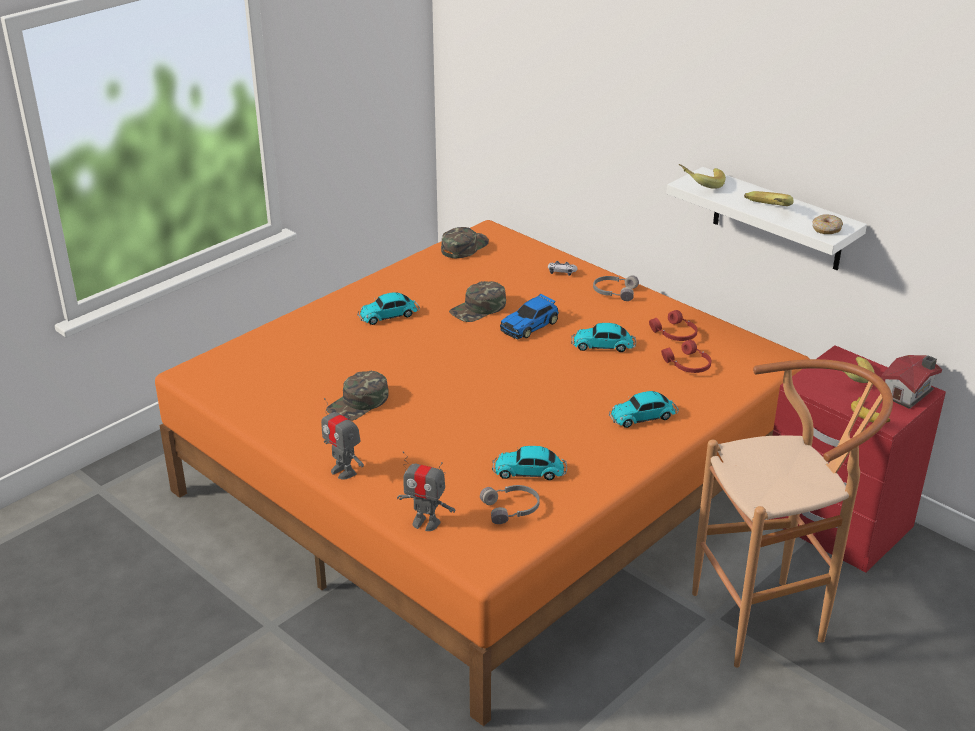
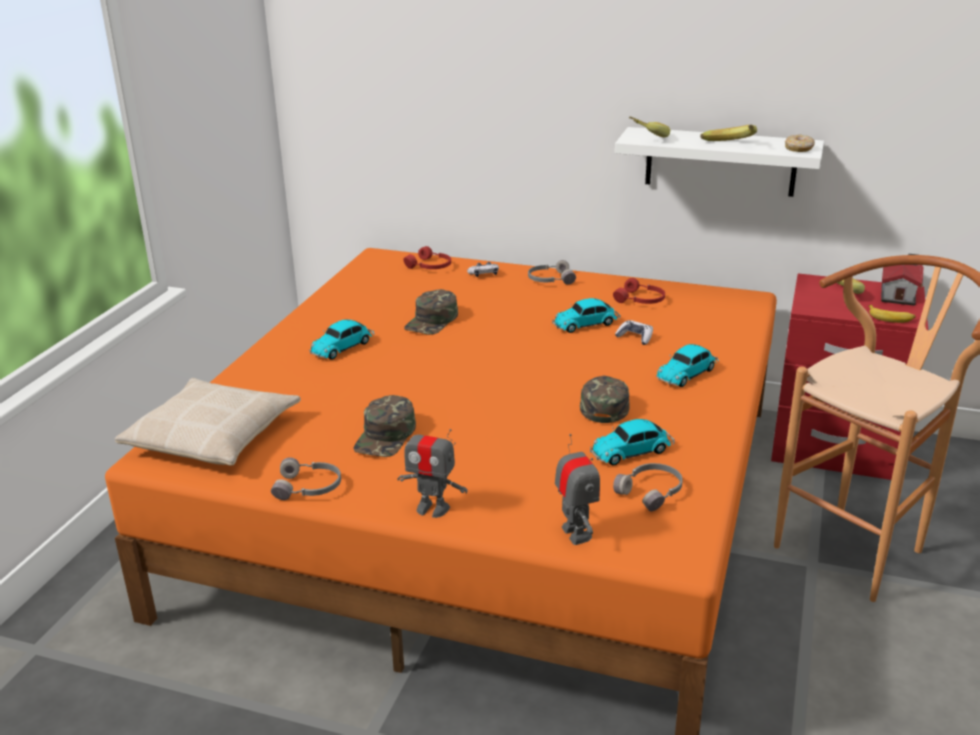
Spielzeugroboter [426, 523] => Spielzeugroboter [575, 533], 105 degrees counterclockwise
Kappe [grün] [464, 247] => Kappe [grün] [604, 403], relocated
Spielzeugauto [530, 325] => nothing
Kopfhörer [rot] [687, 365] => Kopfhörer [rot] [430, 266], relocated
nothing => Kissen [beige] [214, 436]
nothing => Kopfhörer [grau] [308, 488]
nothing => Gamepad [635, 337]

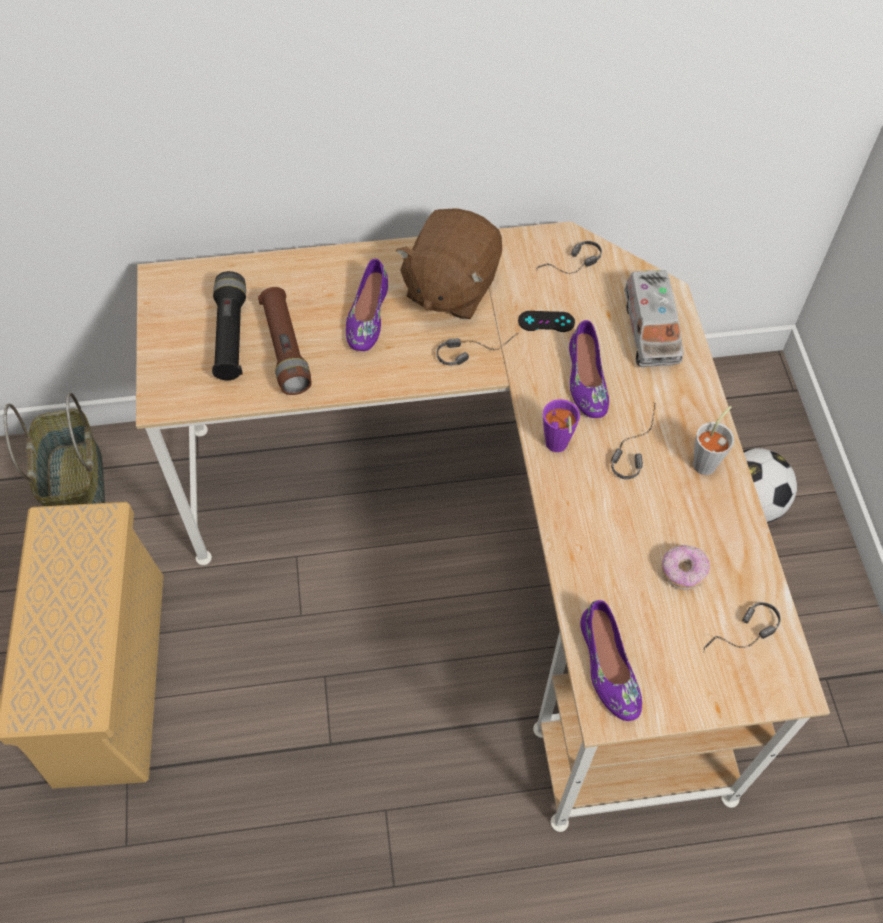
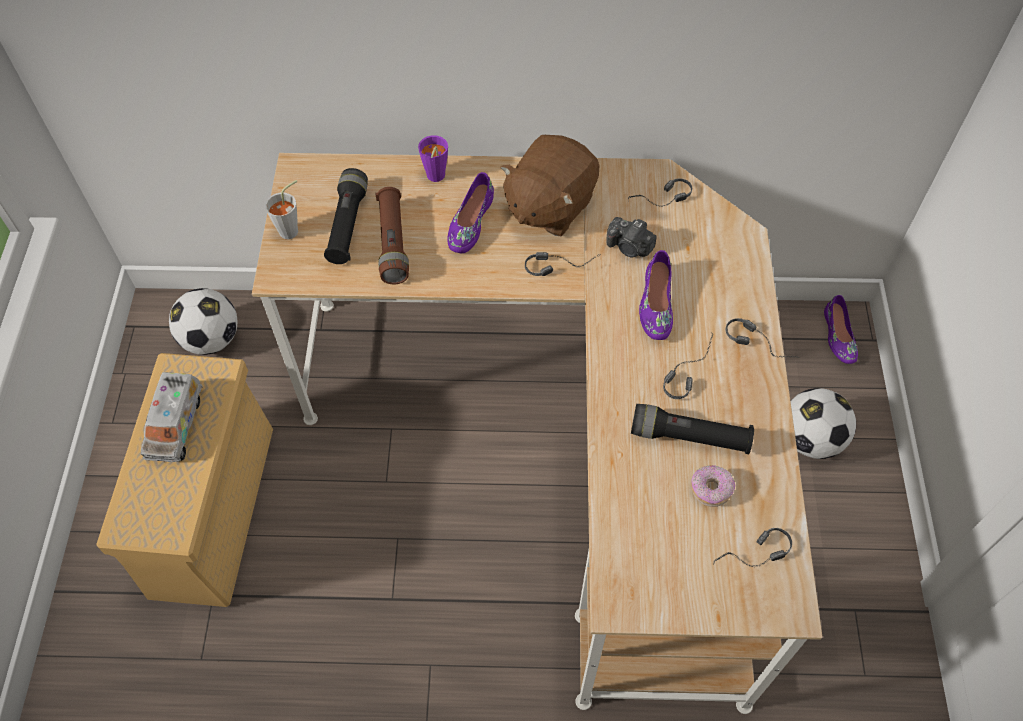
Korb [75, 484] => Fußball [211, 339]
Gamepad [schwarz] [546, 322] => Kamera [629, 247]
Tasse [lila] [556, 447] => Tasse [lila] [434, 178], relocated
Schuh [lila] [607, 667] => Schuh [lila] [838, 336], relocated
Spielzeuglaster [650, 330] => Spielzeuglaster [175, 425], relocated
Tasse [grau] [707, 461] => Tasse [grau] [292, 229], relocated
nothing => Taschenlampe [schwarz] [689, 437]
nothing => Kopfhörer [762, 343]

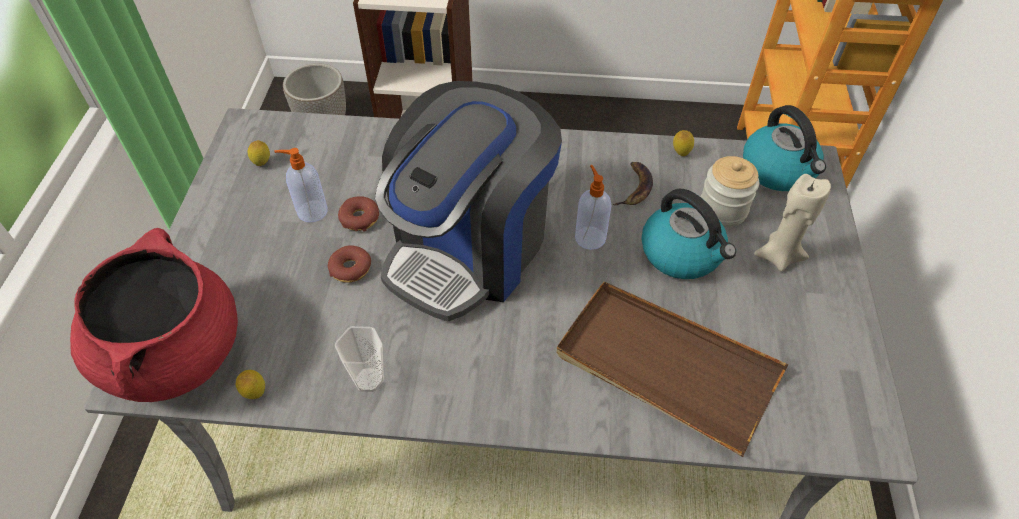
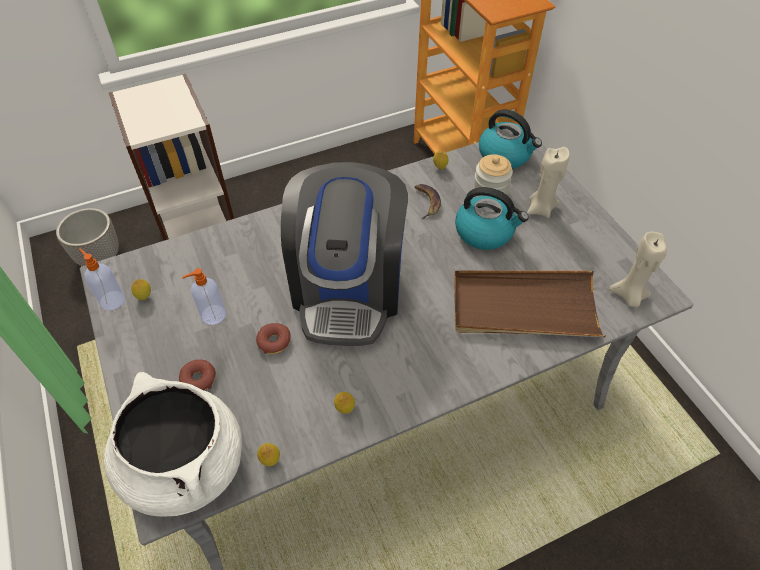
Kochtopf [rot] [175, 353] => Kochtopf [weiß] [185, 465]
Tasse [369, 379] => Zitrone [345, 409]
Donut [359, 218] => Donut [198, 379], relocated
Seifenspender [589, 237] => Seifenspender [111, 300], relocated
nothing => Kerze [beige] [629, 296]

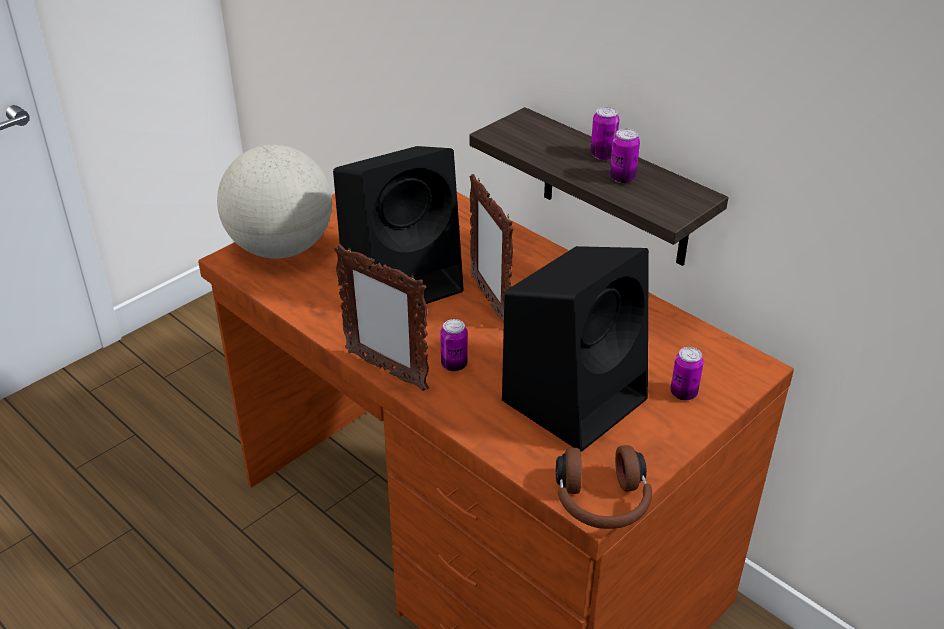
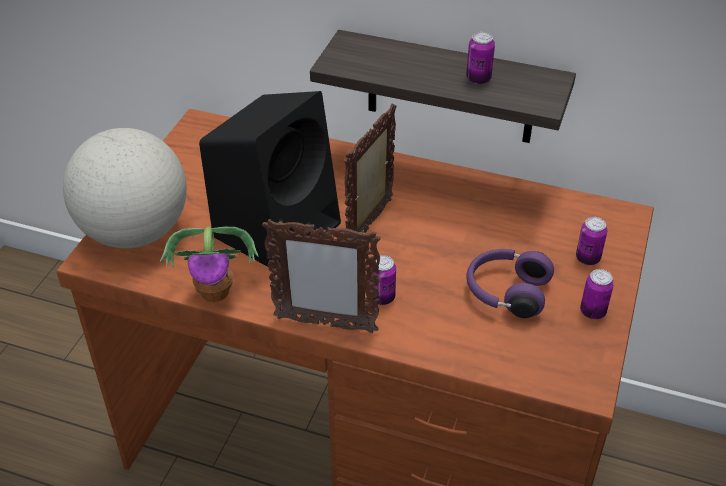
Bilderrahmen [489, 301] => Bilderrahmen [371, 225], 75 degrees clockwise
Lautsprecher [schwarz] [576, 397] => Kopfhörer [lila] [506, 292]
Kopfhörer [braun] [602, 504] => nothing
Dose [602, 155] => Dose [592, 312], relocated
nothing => Topfpflanze [216, 291]

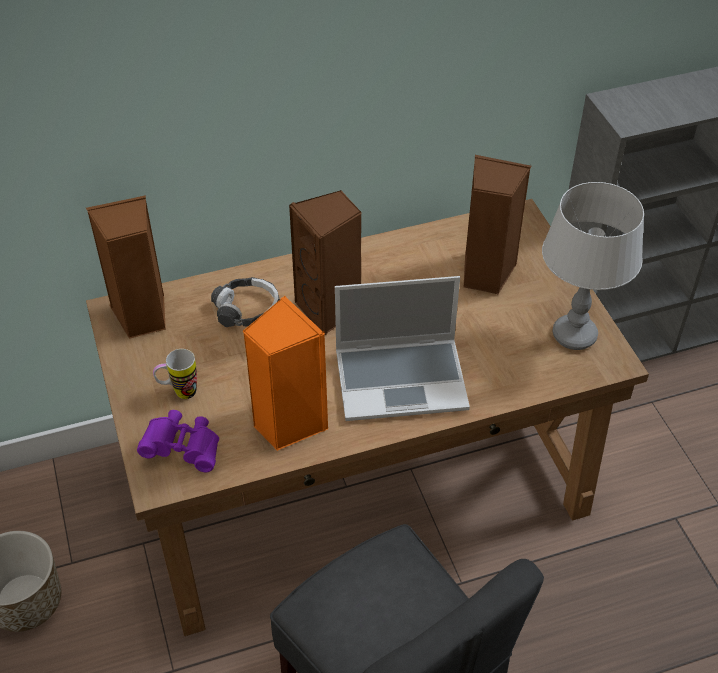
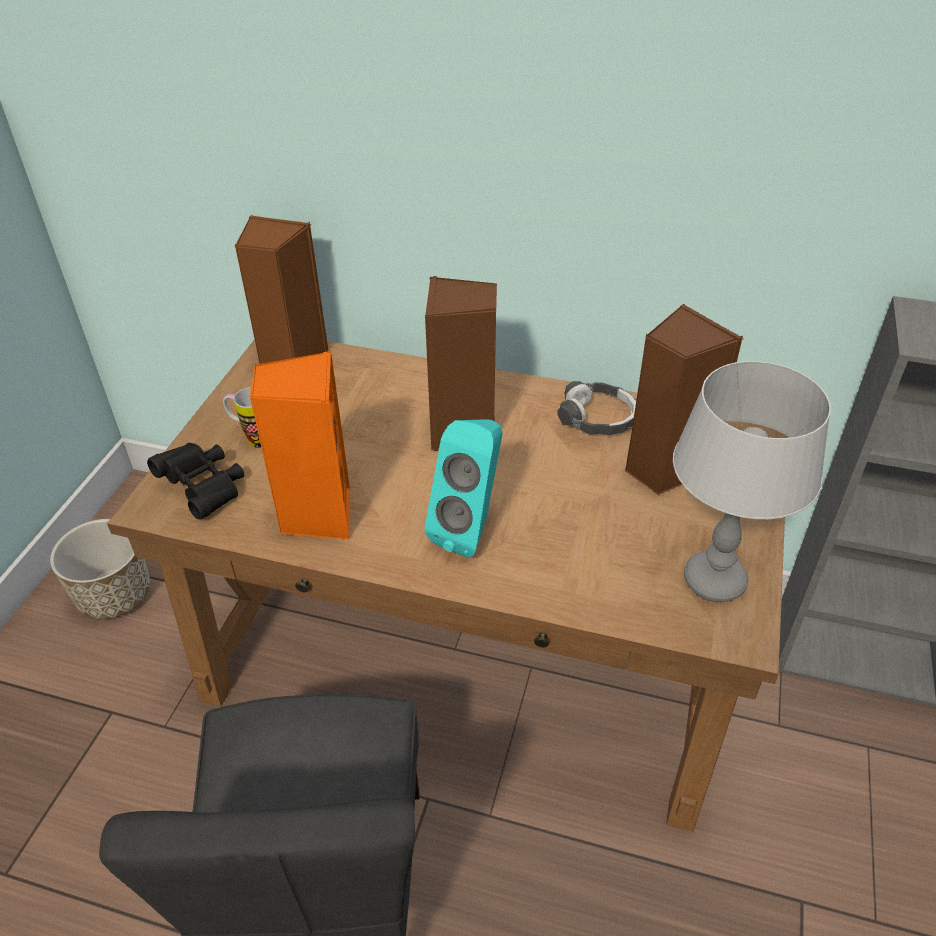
Fernglas [lila] [184, 449] => Fernglas [schwarz] [204, 489]
Kopfhörer [247, 309] => Kopfhörer [597, 418], relocated
Laptop [402, 379] => Lautsprecher [türkis] [470, 530]

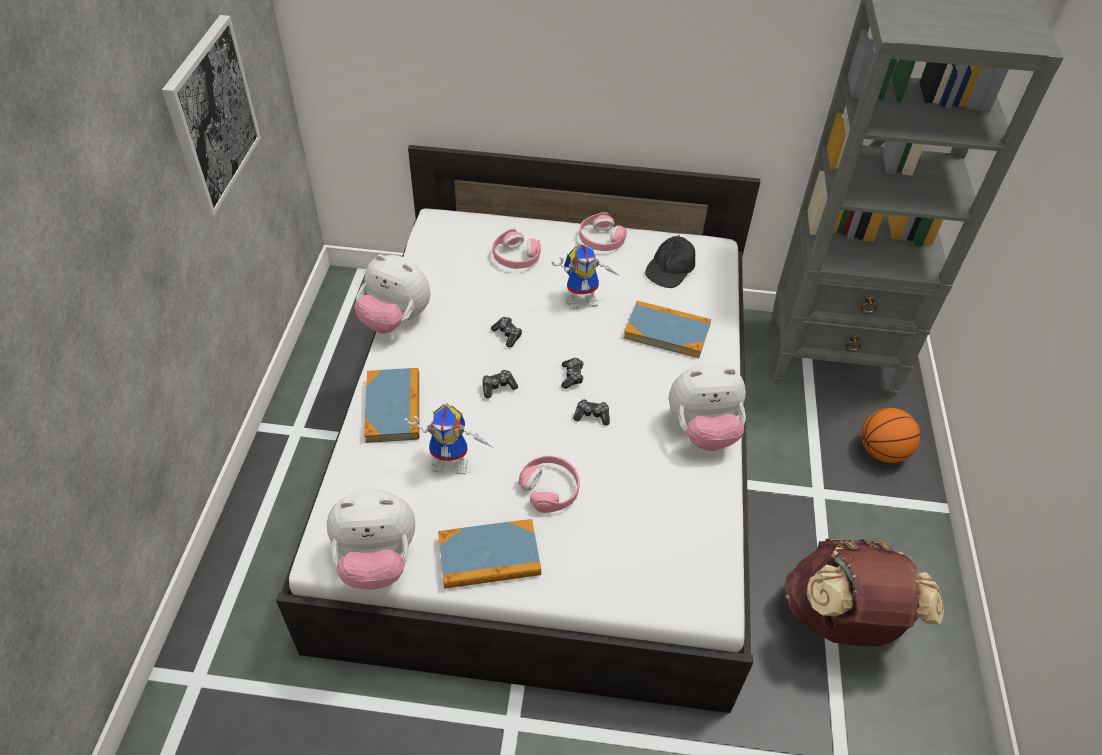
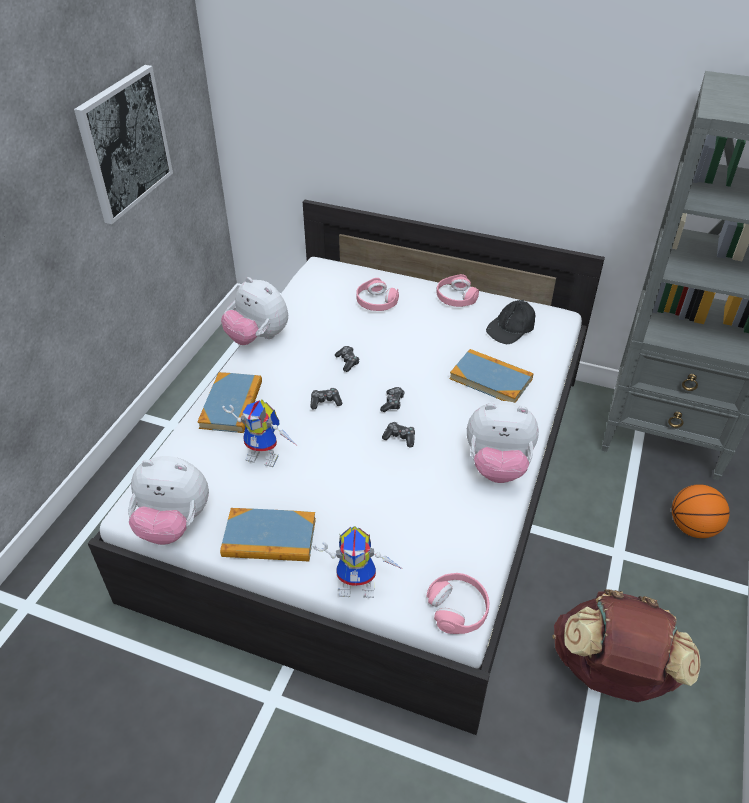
Kopfhörer [rosa] [550, 488] => Kopfhörer [rosa] [458, 608], relocated
Spielzeugroboter [583, 299] => Spielzeugroboter [360, 584], relocated

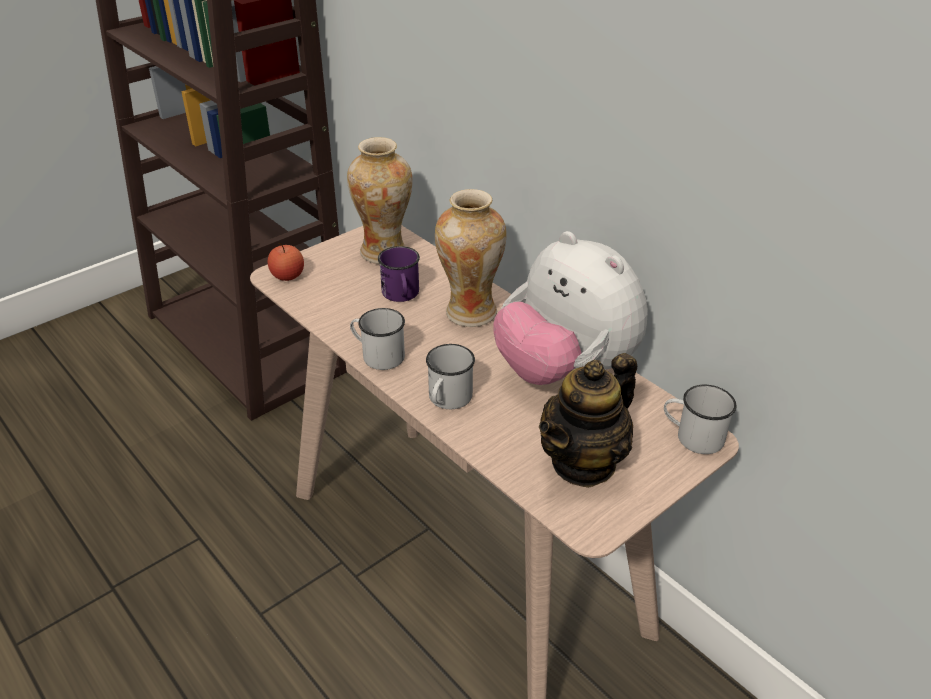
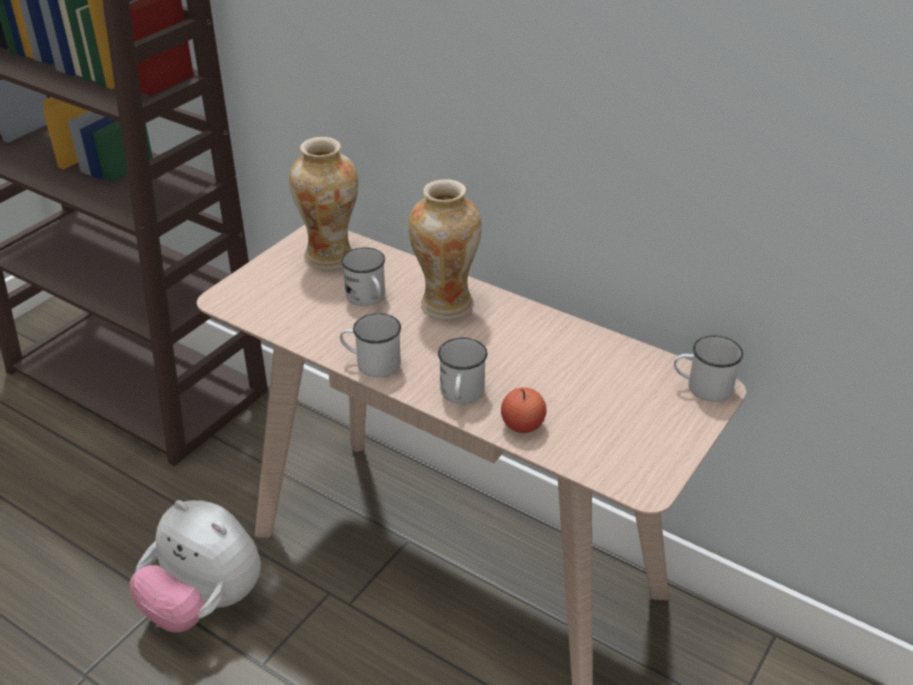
Apfel [287, 276] => Apfel [522, 425], relocated
Henkelbecher [lila] [401, 295] => Henkelbecher [weiß] [368, 298]
Plüschtier [565, 370] => Plüschtier [204, 603], relocated
Teekanne [584, 462] => nothing

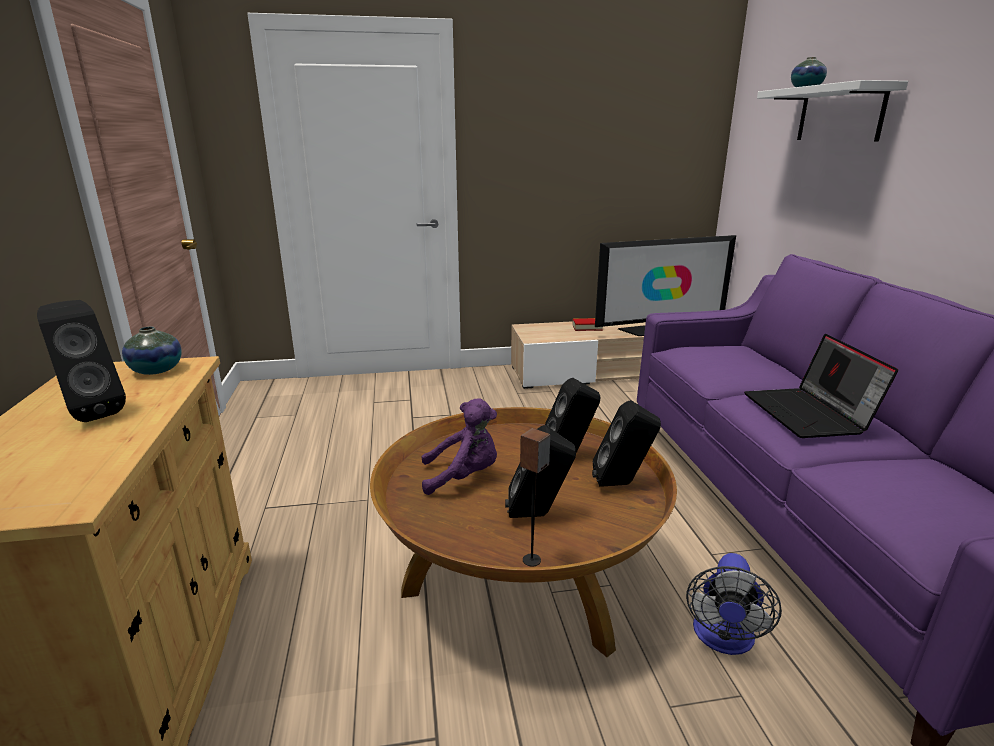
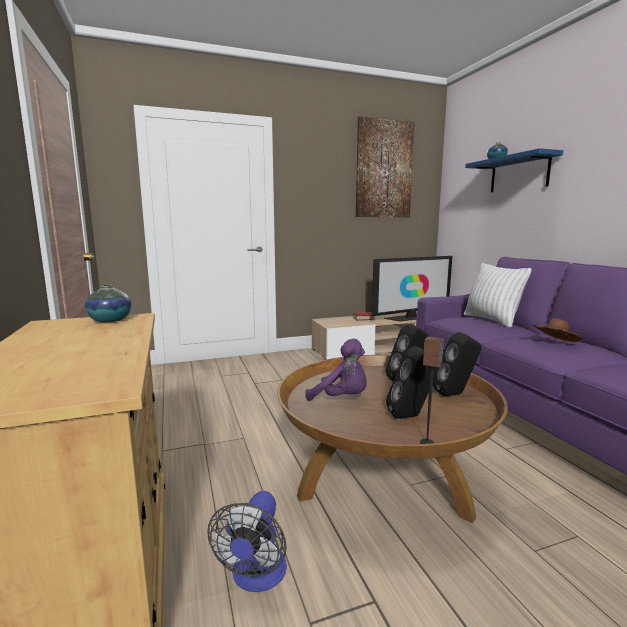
Lautsprecher [schwarz] [92, 412] => nothing
Plüschtier [lila] [463, 476] => Plüschtier [lila] [342, 398], 45 degrees clockwise
Ventilator [723, 639] => Ventilator [256, 577], relocated
Laptop [809, 414] => Hut [braun] [554, 344]
Wandregal [weiß] [840, 114] => Wandregal [blau] [519, 174]
nothing => Bild [384, 169]
nothing => Kissen [weiß] [492, 320]

